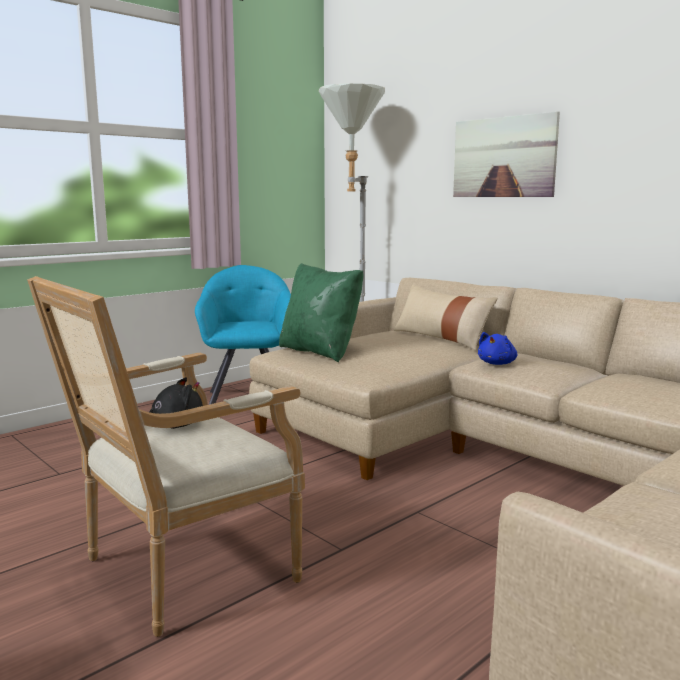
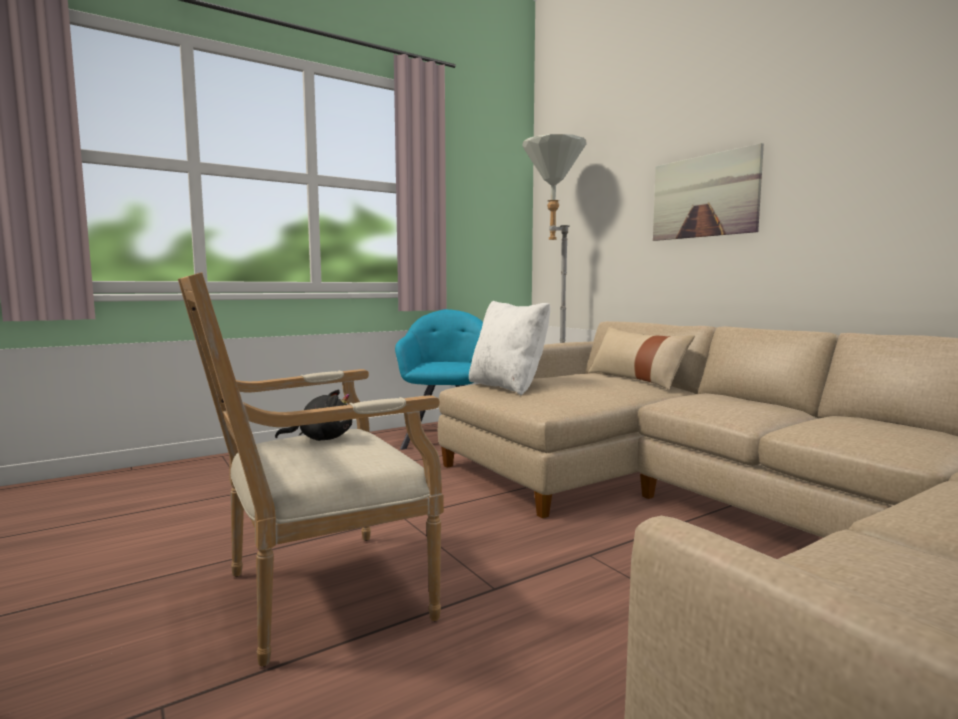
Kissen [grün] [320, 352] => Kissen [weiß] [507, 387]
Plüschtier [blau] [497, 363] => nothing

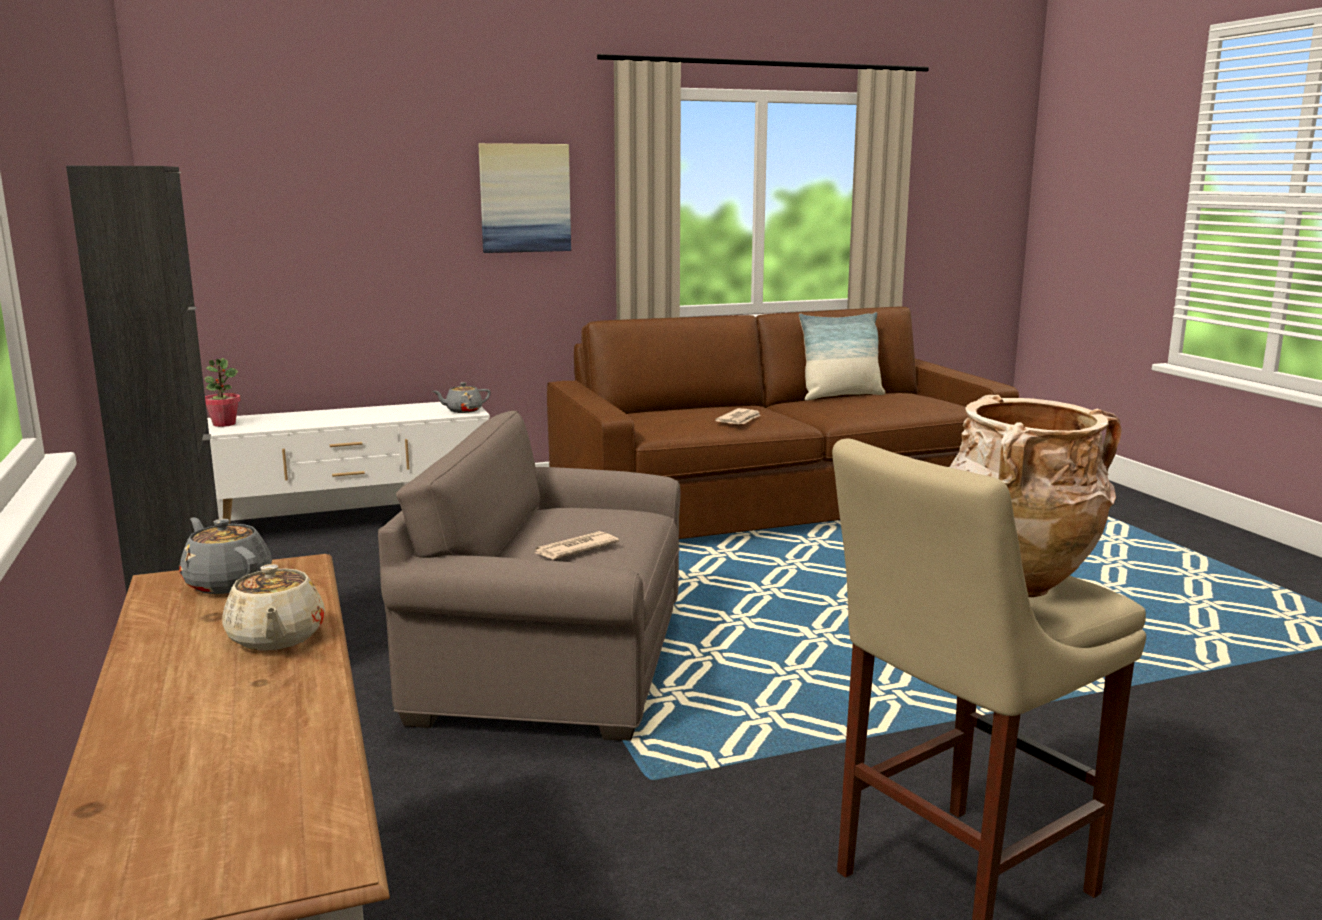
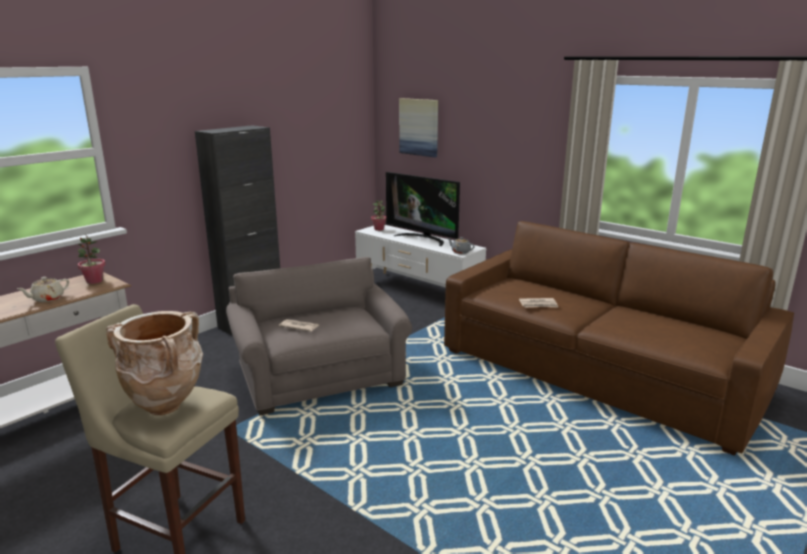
Teekanne [grau] [227, 583] => Topfpflanze [94, 281]
Bild [525, 198] => Bild [419, 127], relocated
Kissen [841, 396] => nothing
nothing => Fernseher [423, 238]

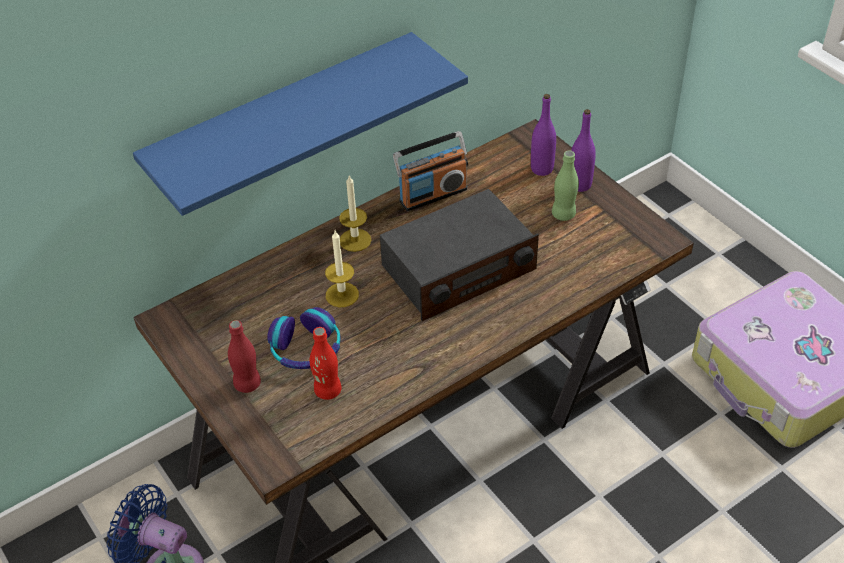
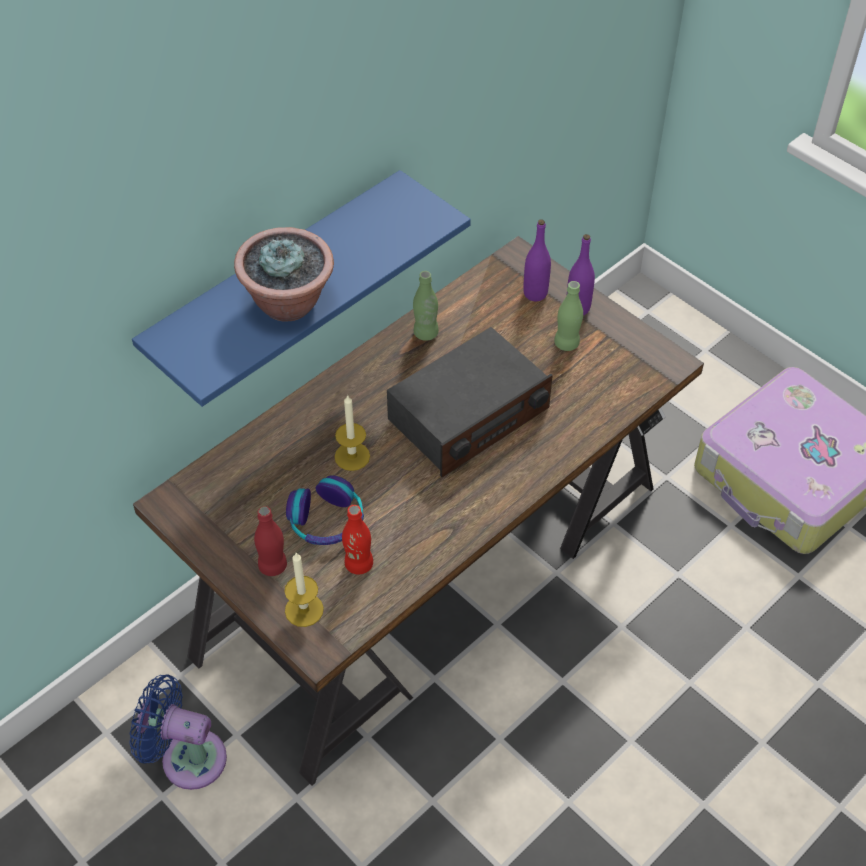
Kerze [355, 240] => Kerze [304, 610], relocated
Radio [432, 195] => Flasche [grün] [425, 333]
nothing => Topfpflanze [289, 303]

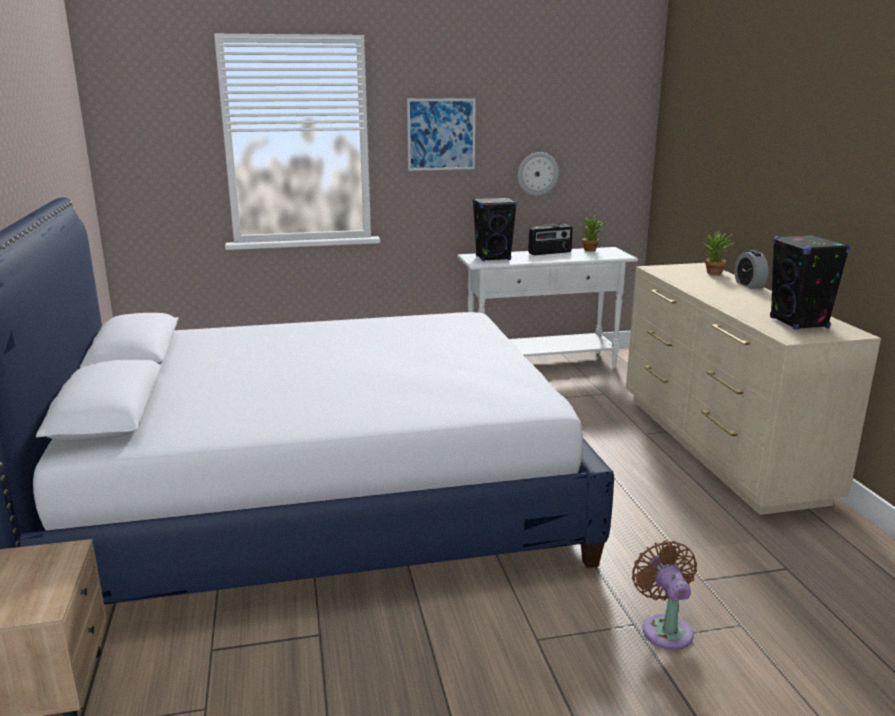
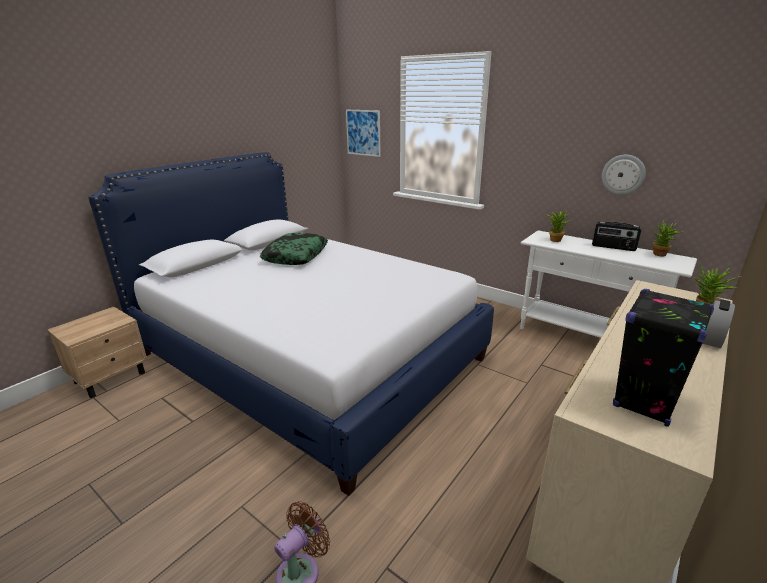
Bild [441, 134] => Bild [363, 132], relocated
Lautsprecher [schwarz] [493, 258] => Topfpflanze [554, 239]
nothing => Kissen [296, 256]

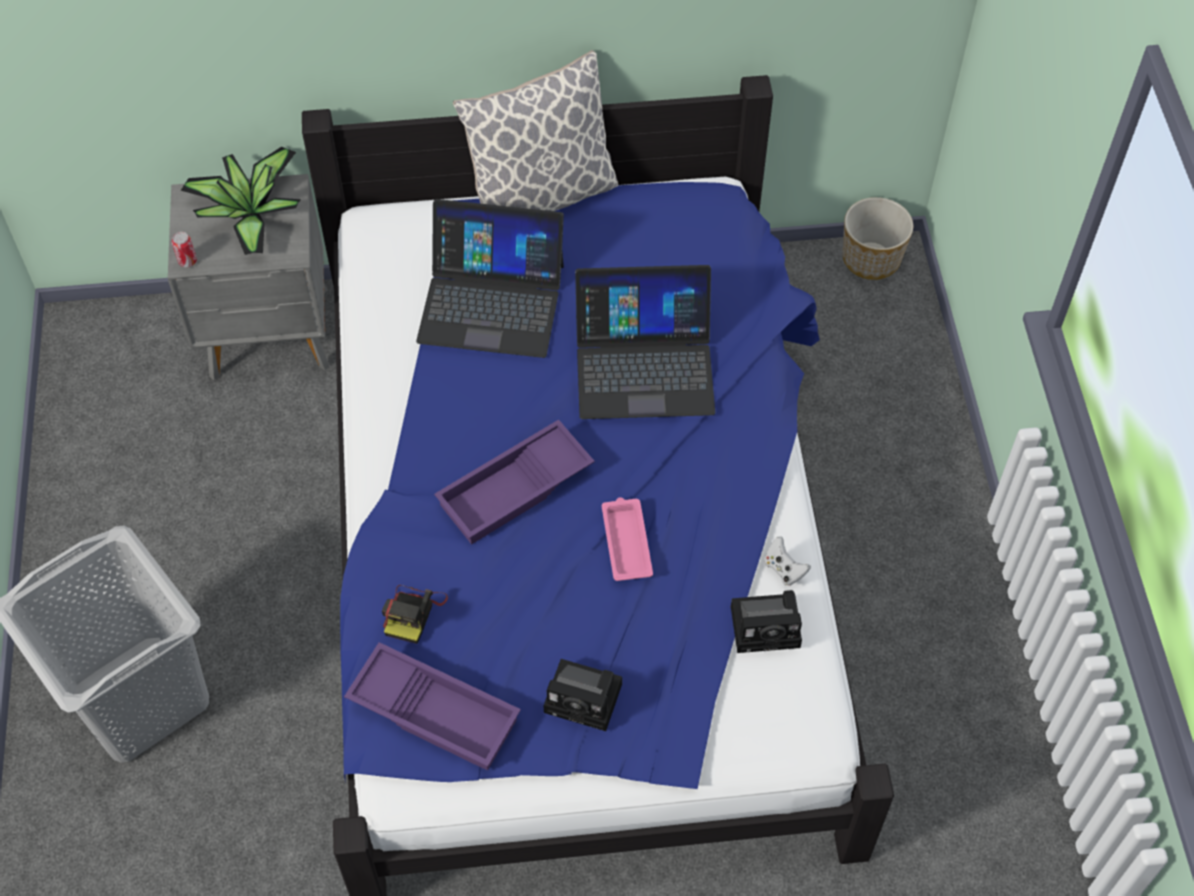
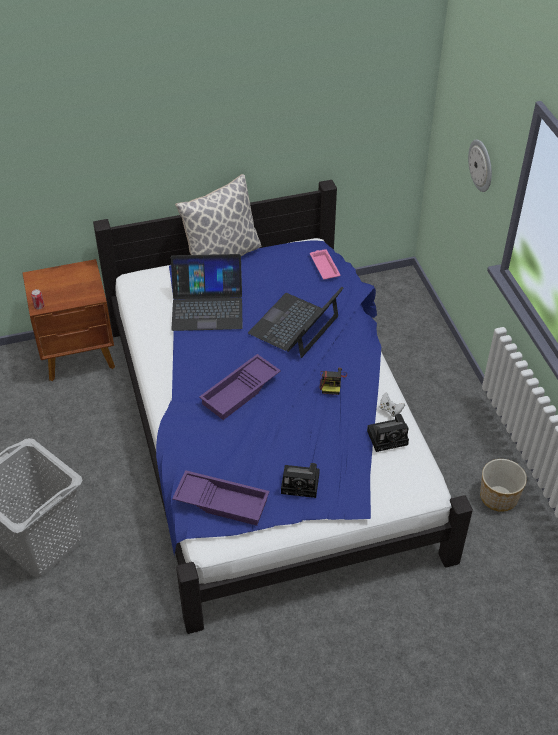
Nachttisch [grau] [271, 335] => Nachttisch [braun] [79, 355]
Topfpflanze [249, 214] => nothing
Kamera [413, 613] => Kamera [332, 382], relocated
Laptop [644, 365] => Laptop [295, 325], 135 degrees clockwise
Tablett [rosa] [626, 541] => Tablett [rosa] [324, 266], relocated
Pflanzkübel [872, 258] => Pflanzkübel [499, 497], relocated
nothing => Wanduhr [481, 165]

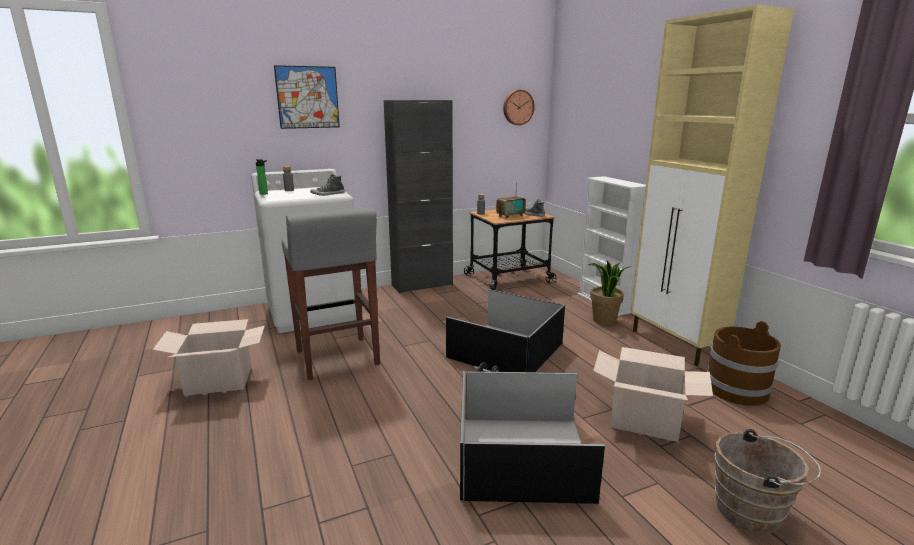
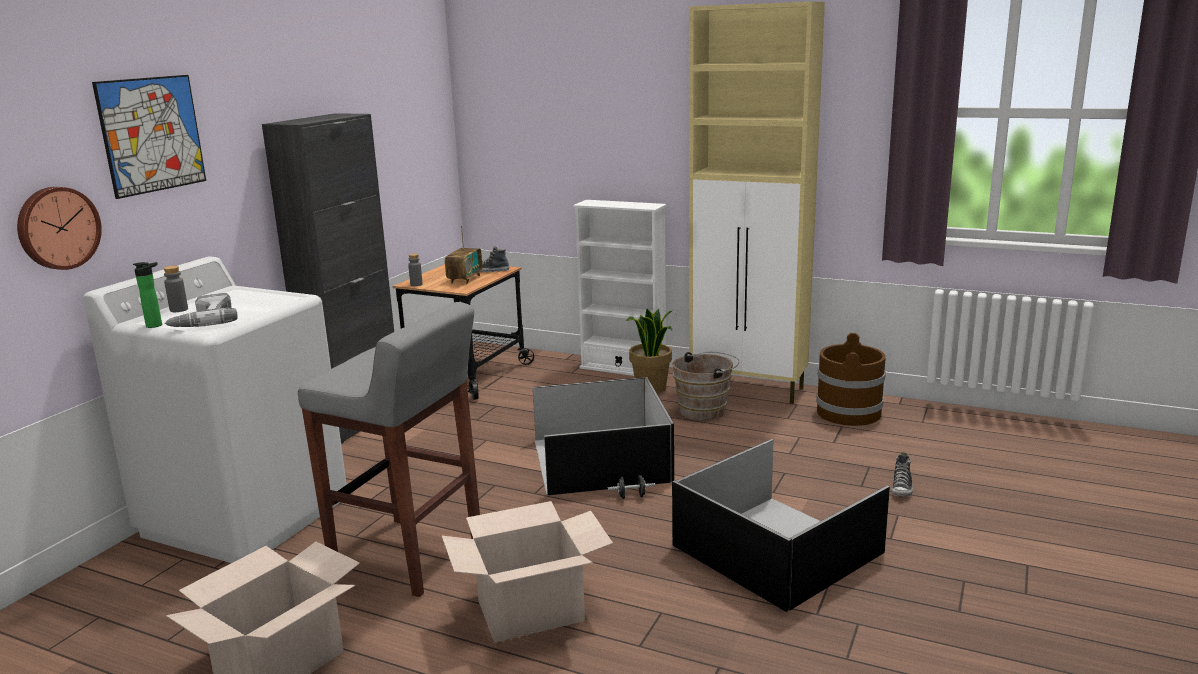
Schuh [328, 194] => Schuh [902, 488], relocated
Wanduhr [517, 107] => Wanduhr [57, 228], relocated
Karton [644, 420] => Karton [530, 611], relocated
Eimer [braun] [754, 512] => Eimer [braun] [706, 410], relocated
nothing => Bohrmaschine [203, 320]

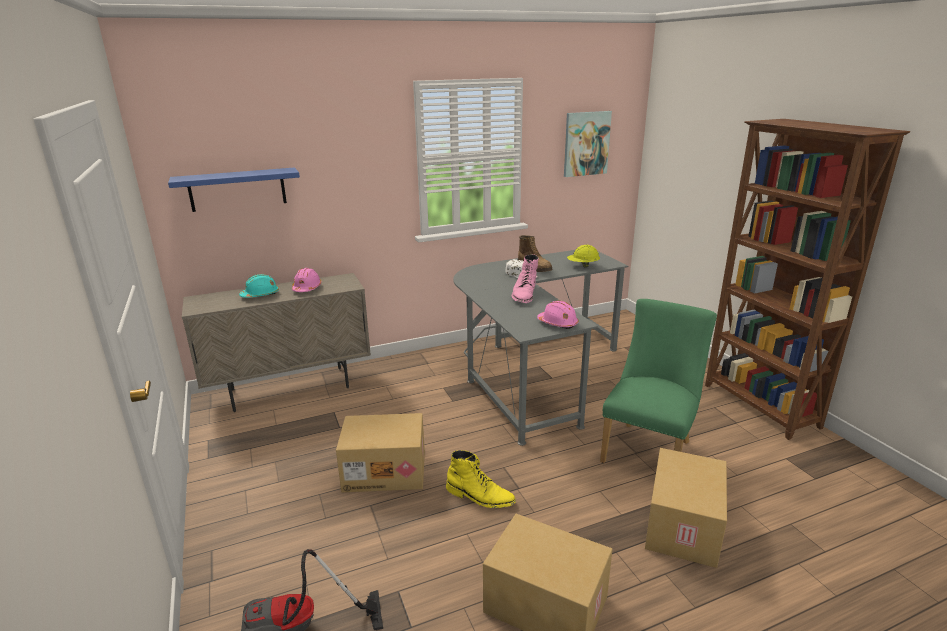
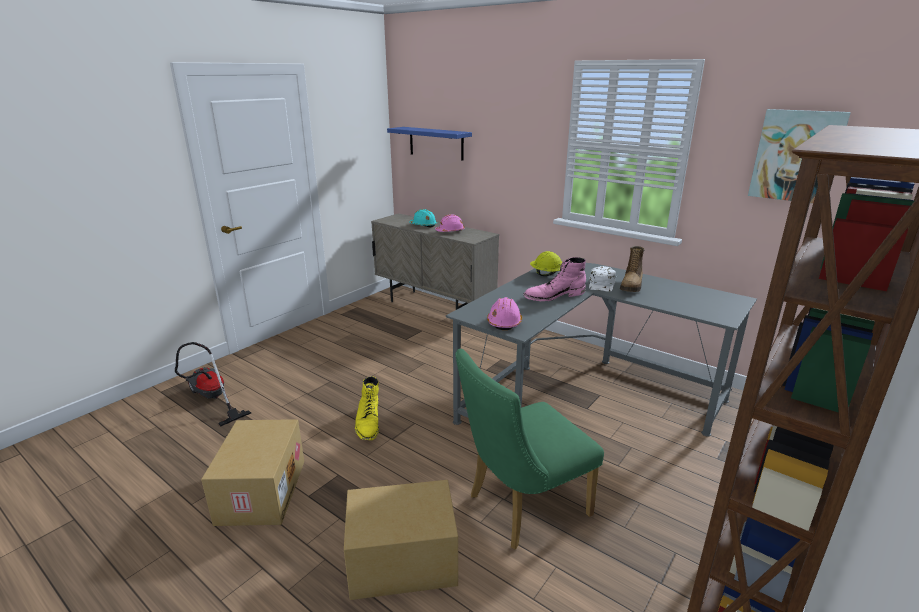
Karton [385, 470] => nothing
Schutzhelm [gelb] [582, 266] => Schutzhelm [gelb] [545, 274], relocated
Stuhl [grün] [649, 448] => Stuhl [grün] [521, 508], 150 degrees clockwise

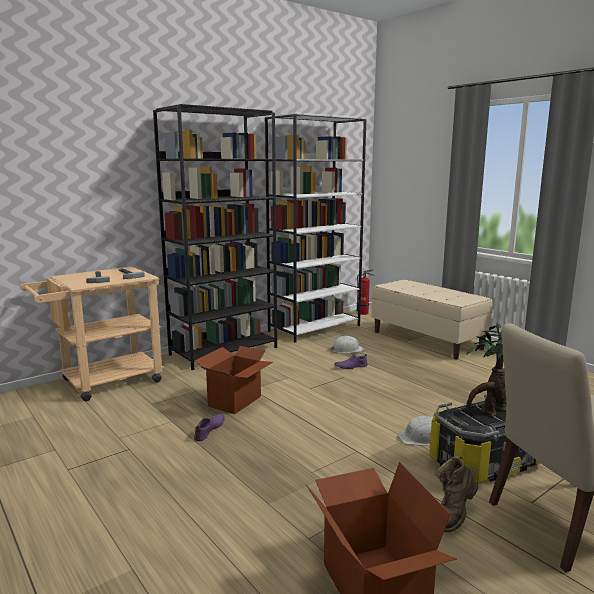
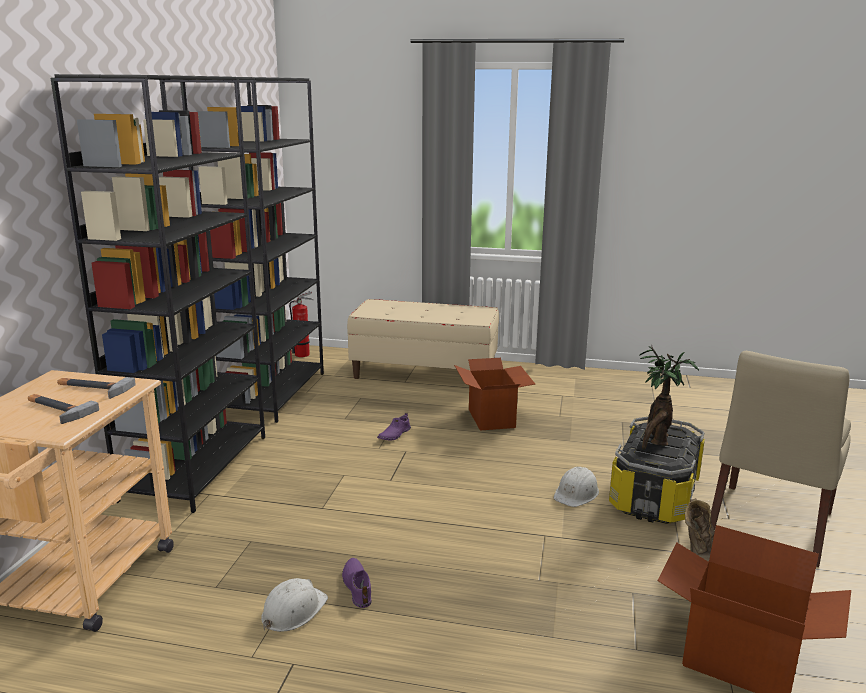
Karton [235, 401] => Karton [492, 418], relocated
Bücherregal [weiß] [314, 328] => Bücherregal [schwarz] [271, 393]
Schutzhelm [weiß] [347, 350] => Schutzhelm [weiß] [293, 611], relocated

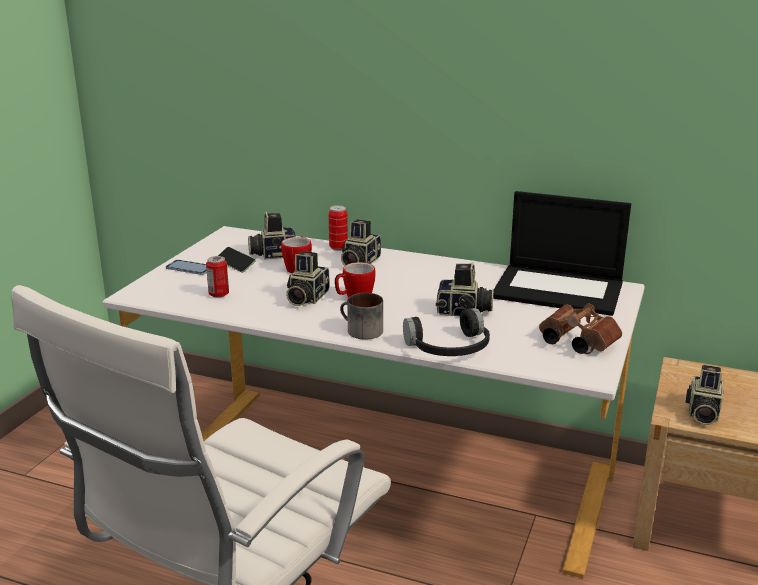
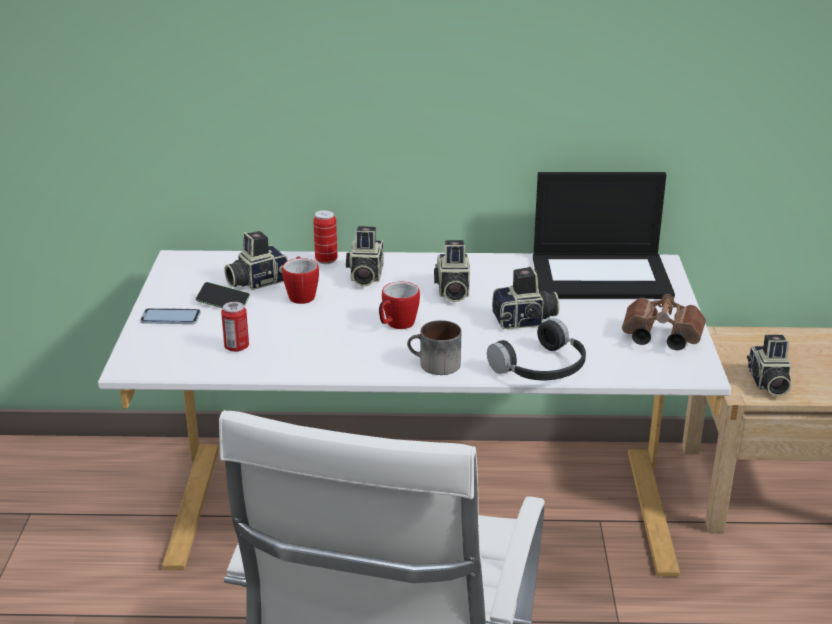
Kamera [306, 298] => Kamera [452, 291], relocated

